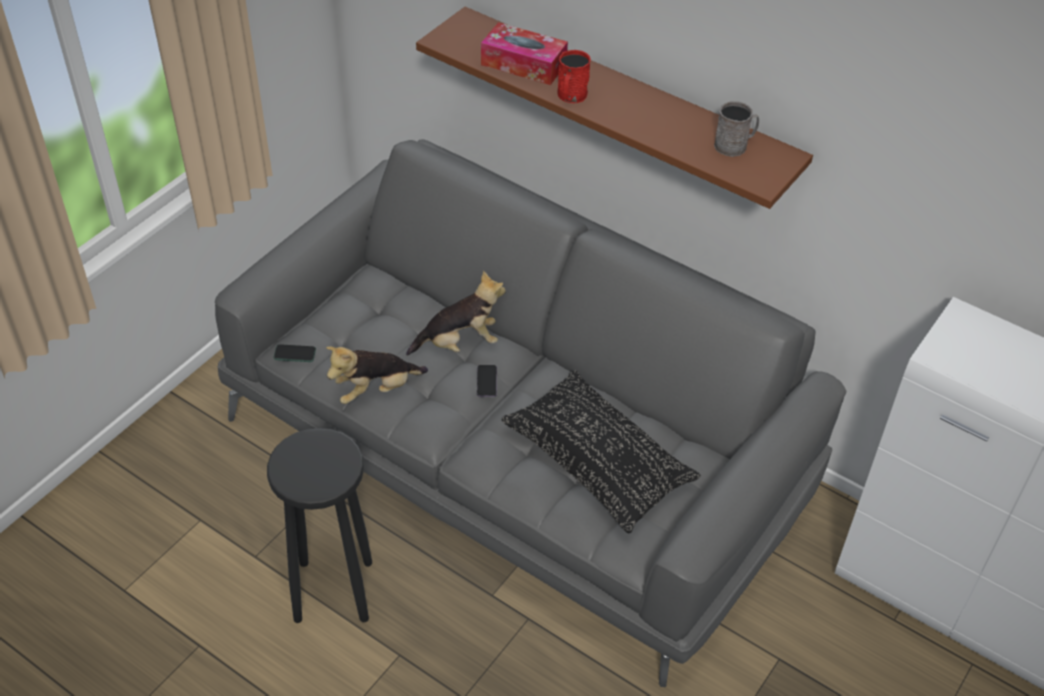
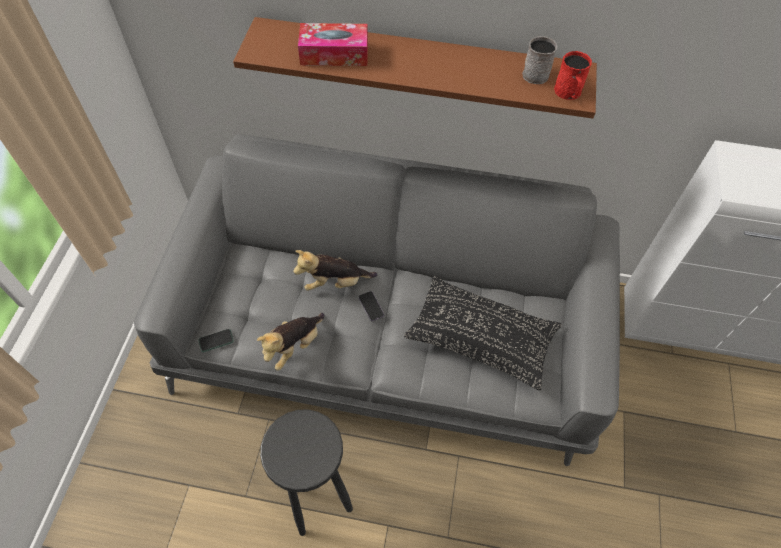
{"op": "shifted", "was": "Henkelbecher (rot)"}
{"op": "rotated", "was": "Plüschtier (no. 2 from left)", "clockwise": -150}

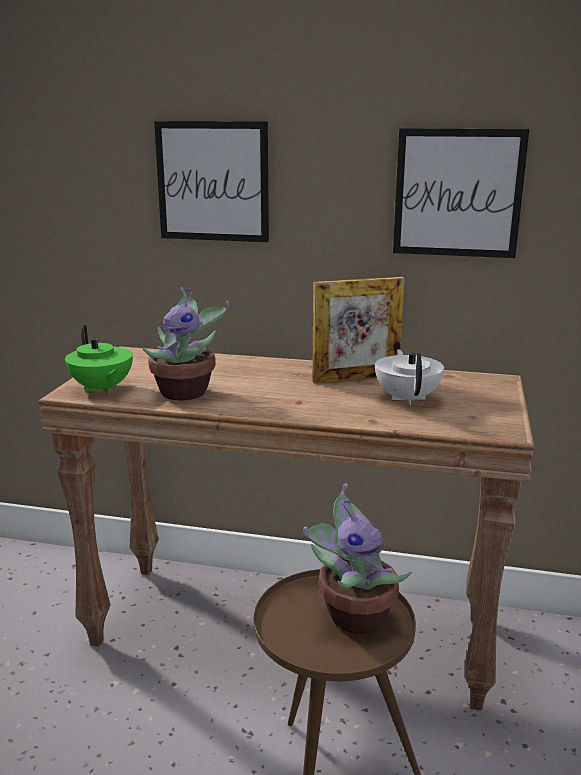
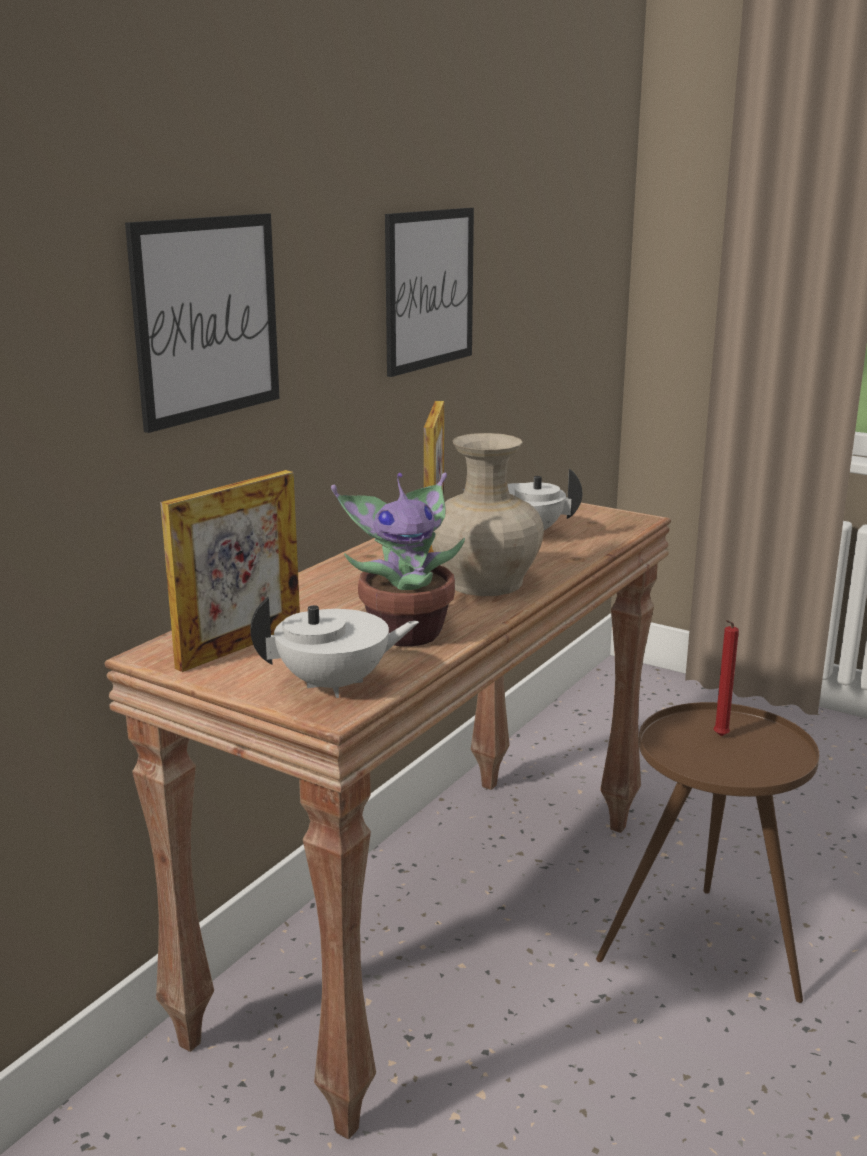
{"op": "new", "now": "Bilderrahmen (no. 1 from left)"}
{"op": "new", "now": "Vase (beige)"}
{"op": "swapped", "was": "Topfpflanze (no. 2 from left)", "now": "Kerze (rot)"}
{"op": "repainted", "was": "Teekanne (grün)", "now": "Teekanne (weiß) (no. 1 from left)"}

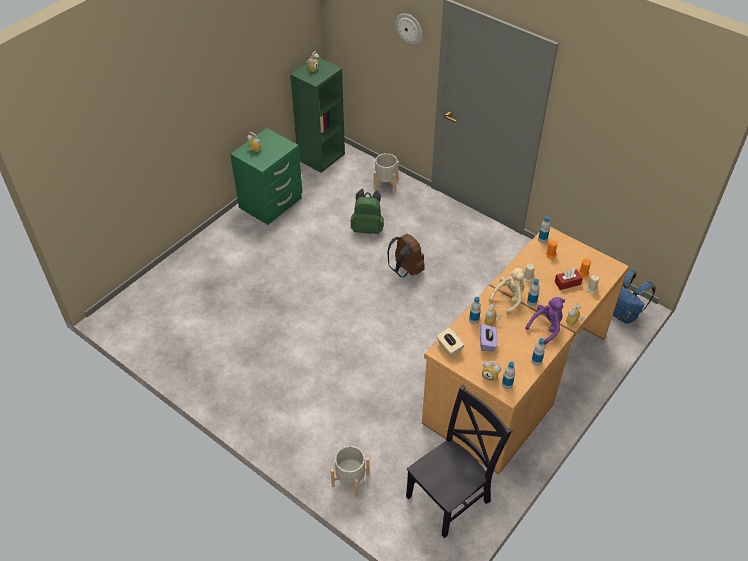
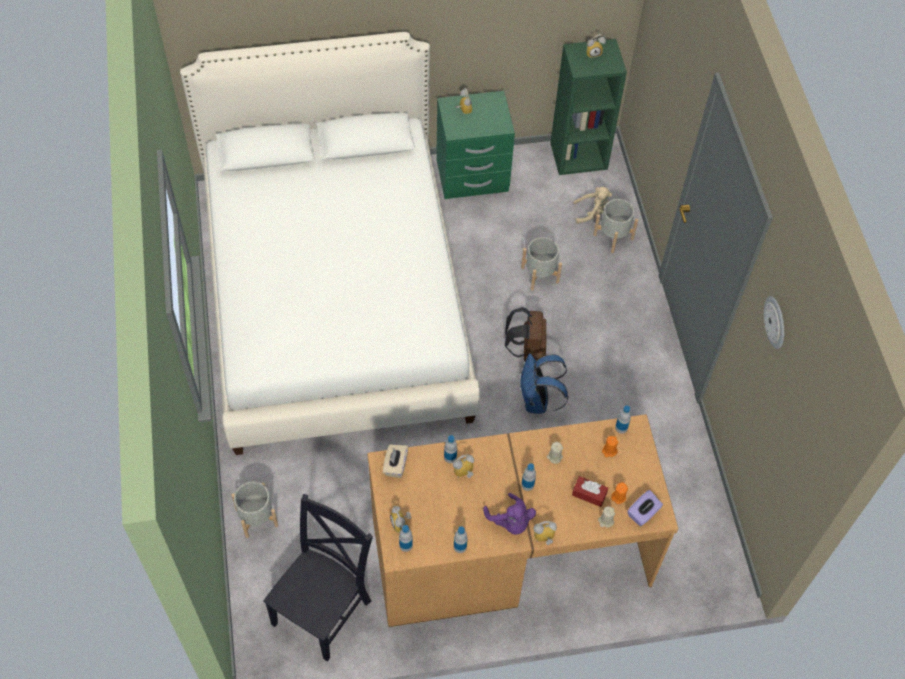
{"op": "new", "now": "Bett (weiß)"}
{"op": "shifted", "was": "Wanduhr"}
{"op": "shifted", "was": "Taschentuchbox (lila)"}
{"op": "shifted", "was": "Plüschtier (beige)"}
{"op": "shifted", "was": "Rucksack (blau)"}
{"op": "swapped", "was": "Rucksack (grün)", "now": "Pflanzkübel (grau) (no. 2 from left)"}
{"op": "rotated", "was": "Stuhl (schwarz)", "clockwise": -60}
{"op": "rotated", "was": "Plüschtier (lila)", "clockwise": 60}

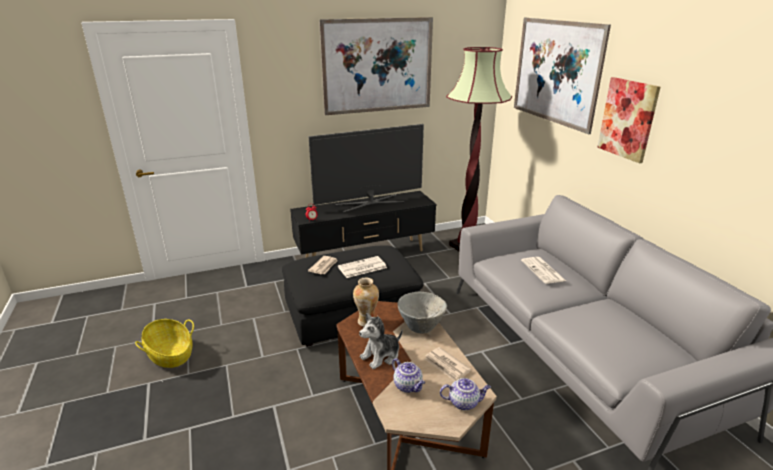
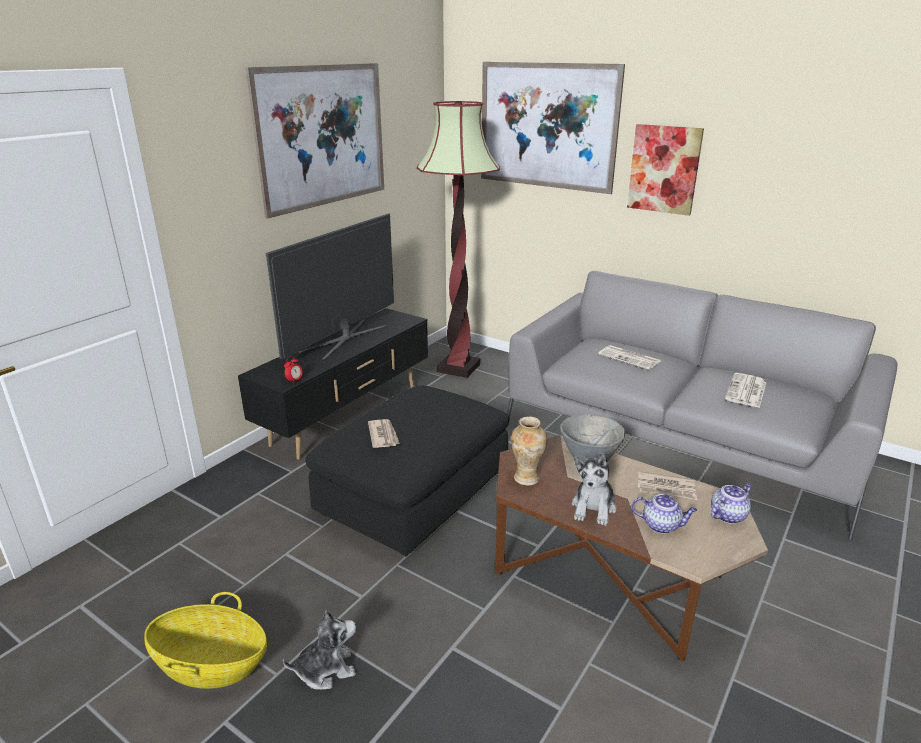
{"op": "new", "now": "Plüschtier (no. 1 from left)"}
{"op": "shifted", "was": "Zeitung (no. 2 from left in the first image)", "now": "Zeitung (no. 4 from left)"}

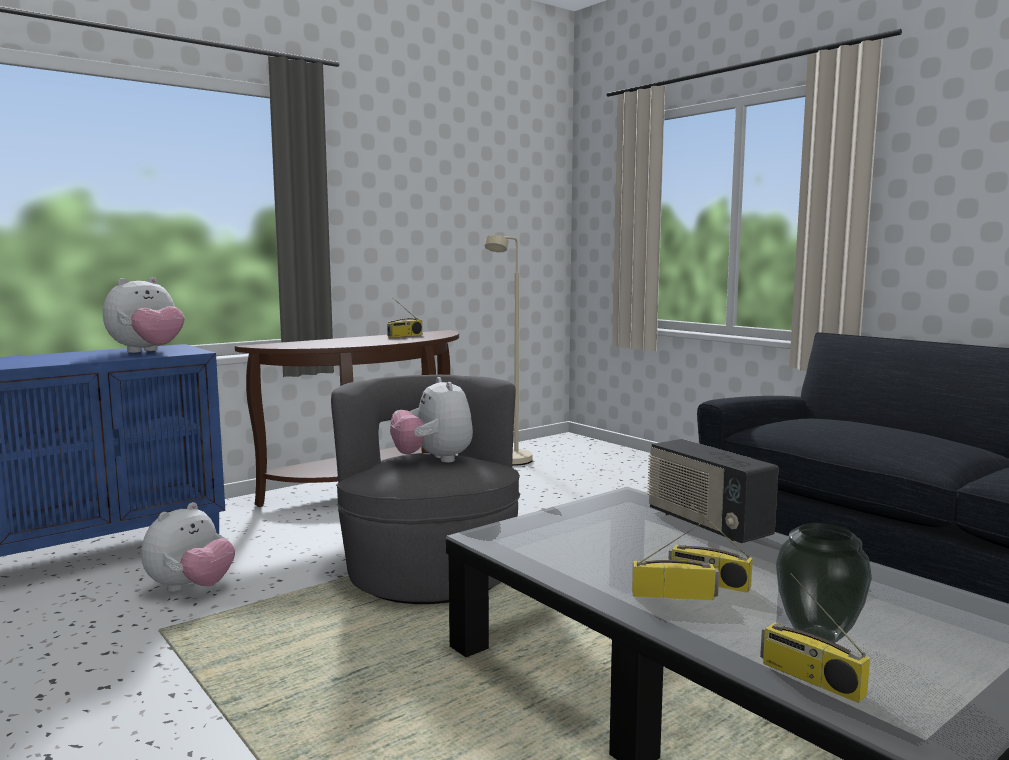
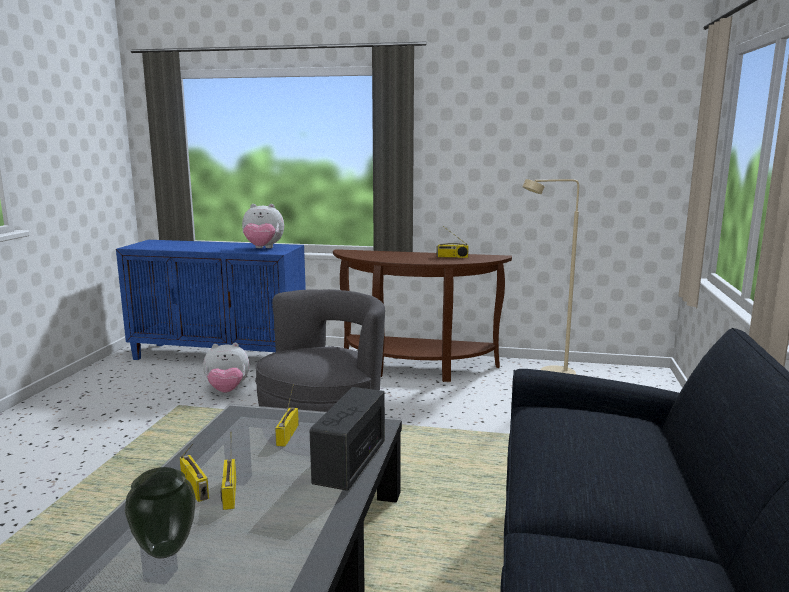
{"op": "gone", "was": "Plüschtier (no. 3 from left)"}
{"op": "shifted", "was": "Radio (no. 5 from left in the first image)", "now": "Radio (no. 3 from left)"}

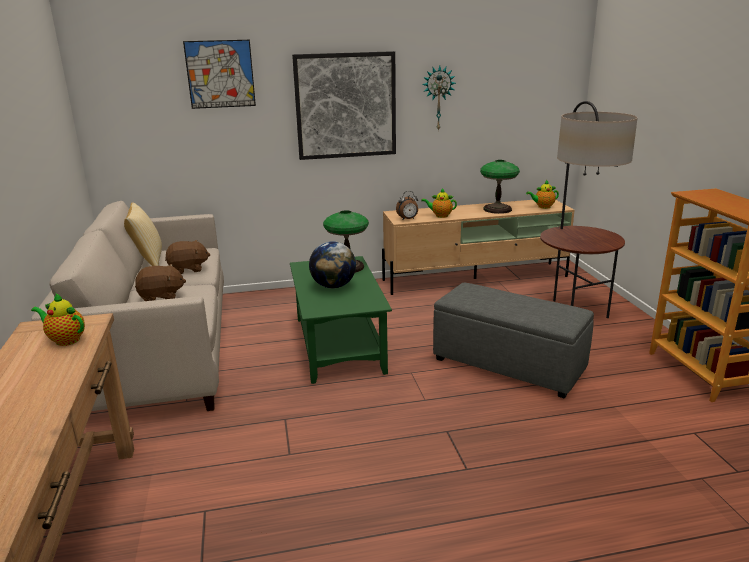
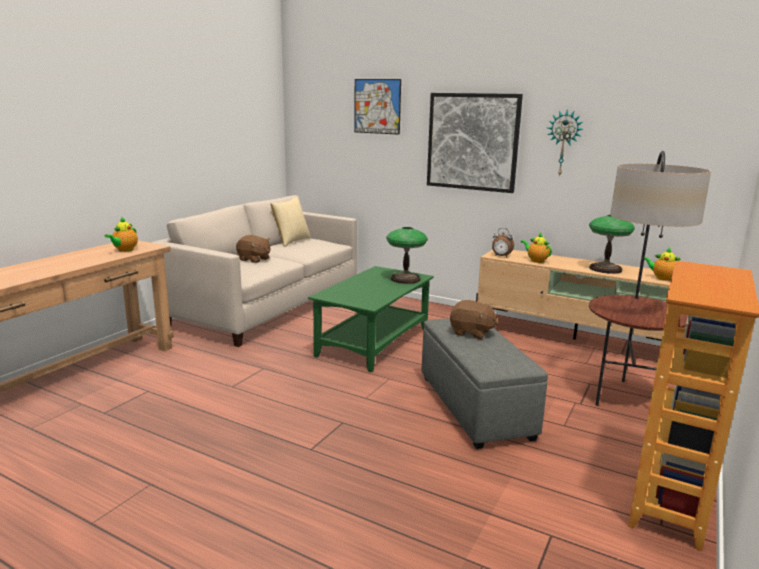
{"op": "gone", "was": "Globus"}
{"op": "shifted", "was": "Plüschtier (braun) (no. 2 from left)"}
{"op": "rotated", "was": "Teekanne (no. 1 from left)", "clockwise": -135}

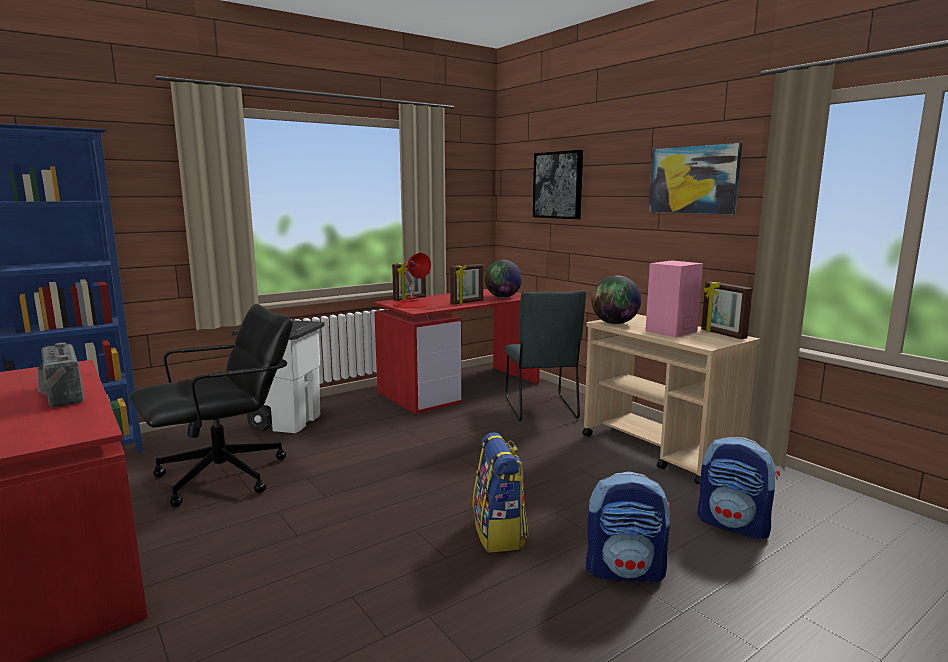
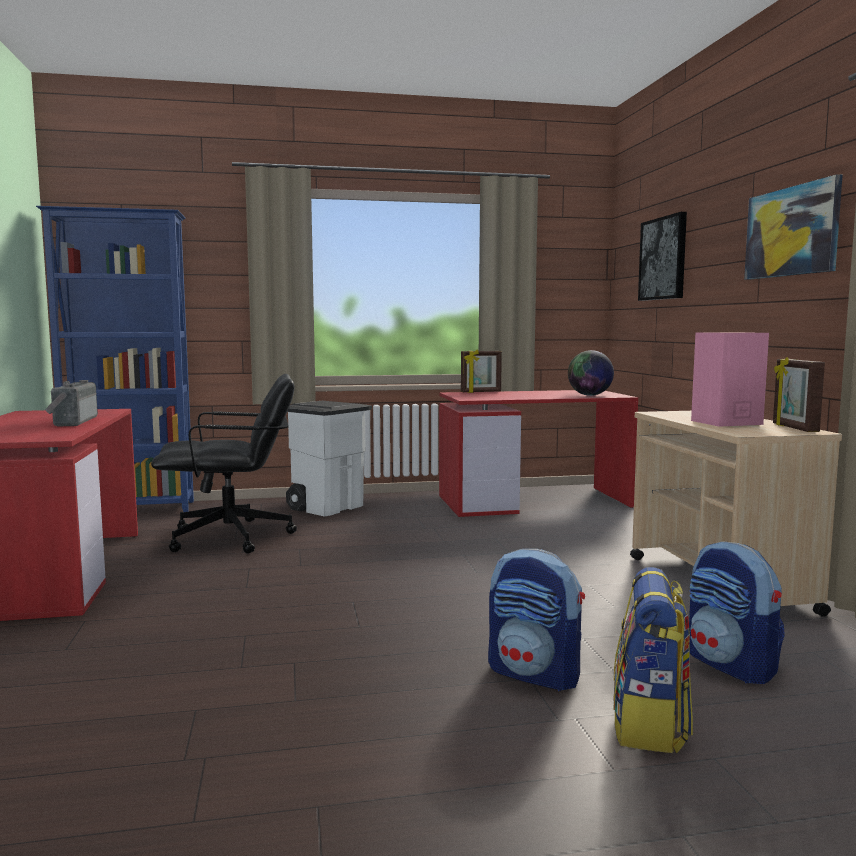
{"op": "gone", "was": "Tischlampe (rot)"}
{"op": "gone", "was": "Bilderrahmen (no. 2 from left)"}
{"op": "gone", "was": "Stuhl (grau)"}
{"op": "gone", "was": "Globus (no. 2 from left)"}
{"op": "shifted", "was": "Rucksack (no. 1 from left in the first image)", "now": "Rucksack (no. 2 from left)"}

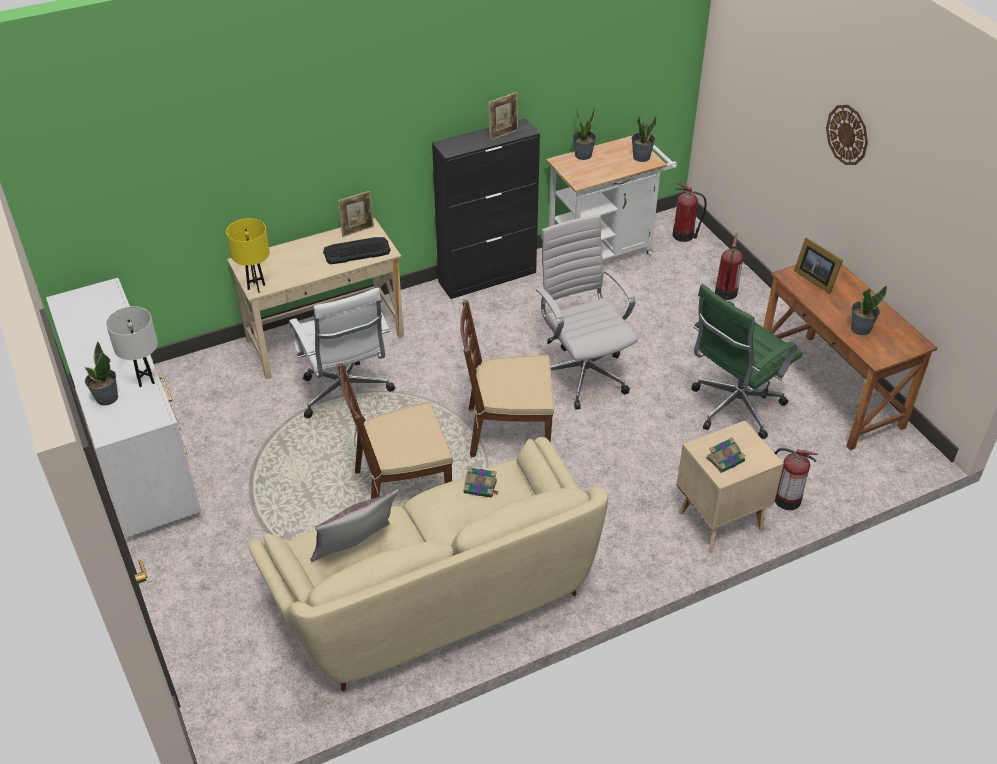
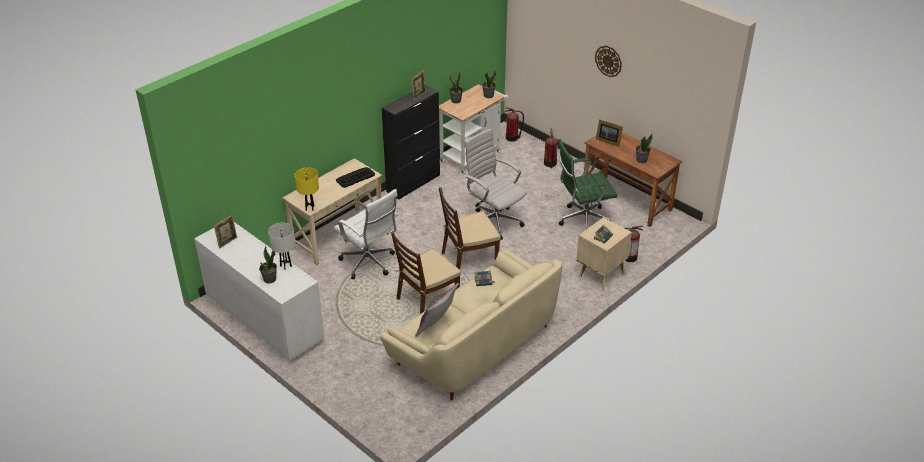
{"op": "shifted", "was": "Bilderrahmen (no. 1 from left)"}
{"op": "rotated", "was": "Bürostuhl (grün)", "clockwise": 45}

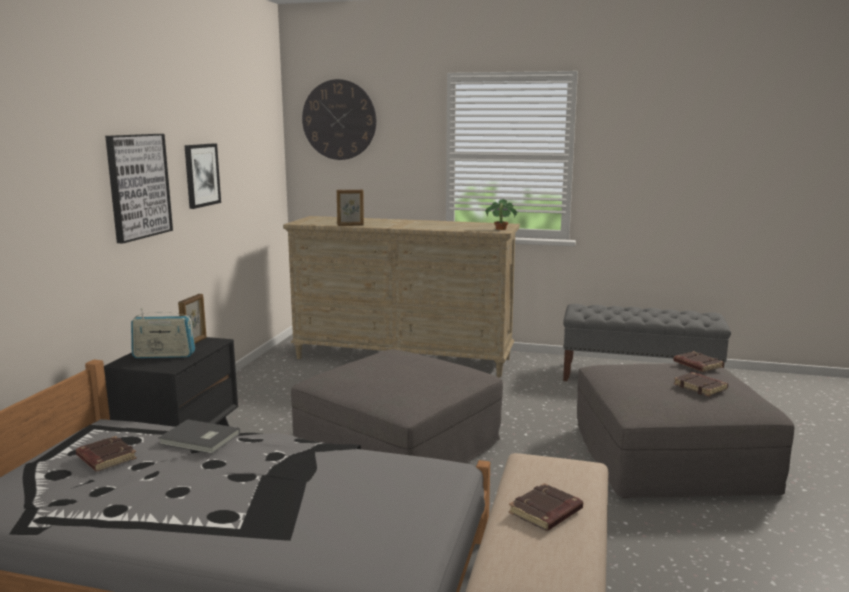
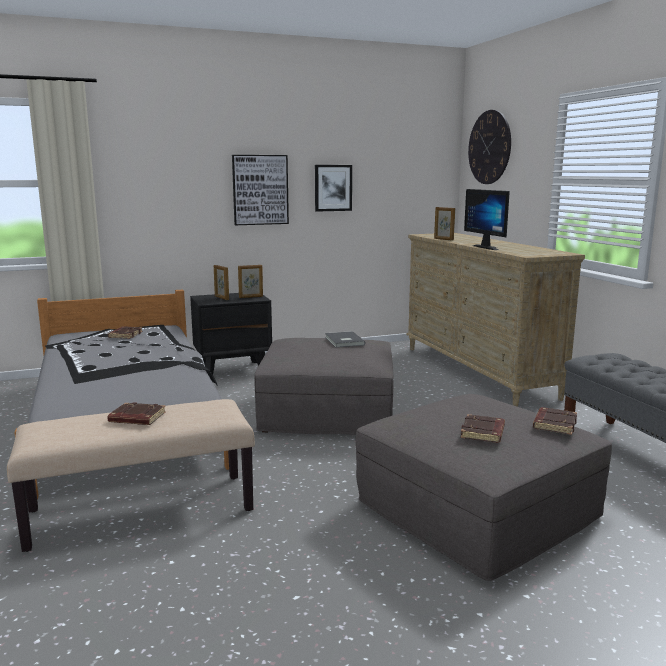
{"op": "gone", "was": "Topfpflanze"}
{"op": "new", "now": "Monitor"}
{"op": "shifted", "was": "Buch (grau)"}
{"op": "swapped", "was": "Radio", "now": "Bilderrahmen (no. 1 from left)"}

